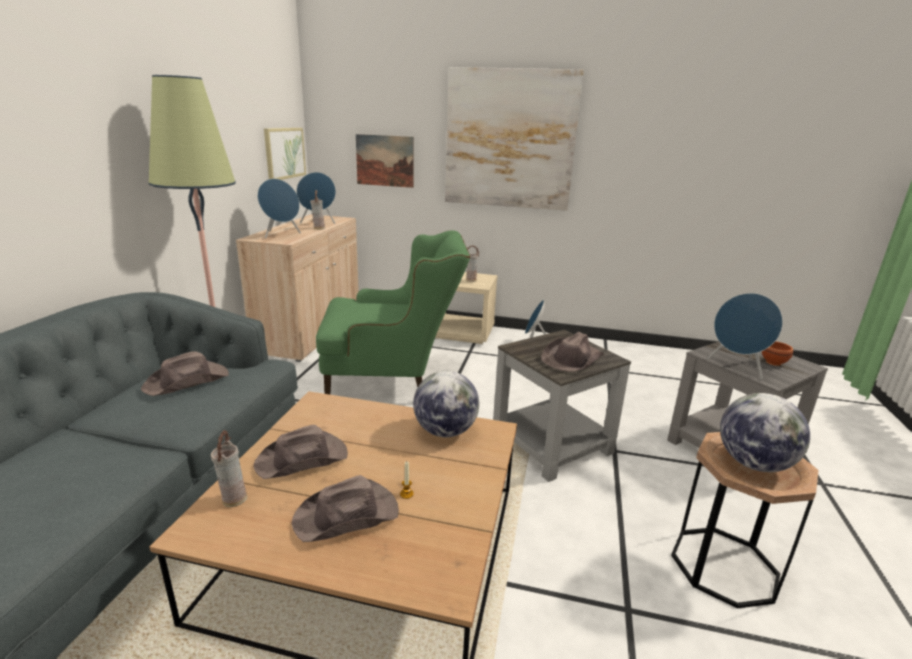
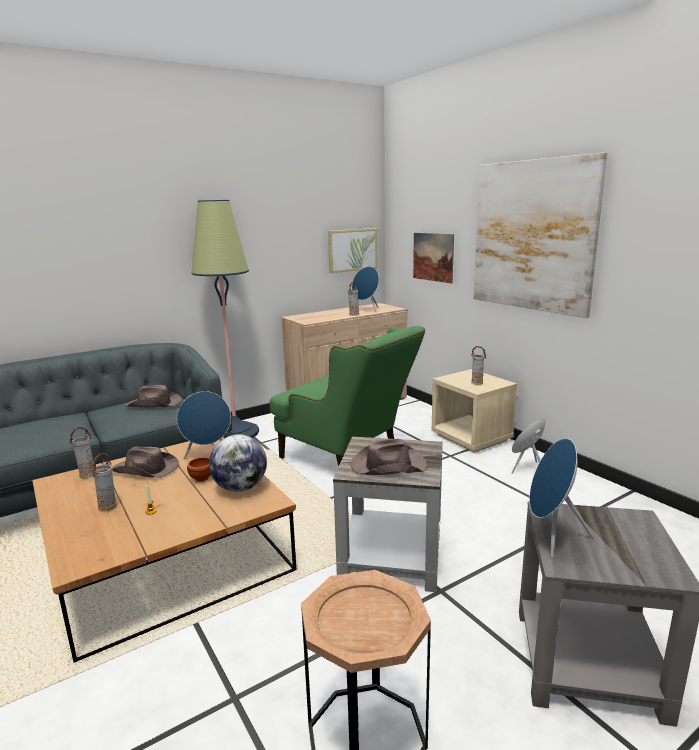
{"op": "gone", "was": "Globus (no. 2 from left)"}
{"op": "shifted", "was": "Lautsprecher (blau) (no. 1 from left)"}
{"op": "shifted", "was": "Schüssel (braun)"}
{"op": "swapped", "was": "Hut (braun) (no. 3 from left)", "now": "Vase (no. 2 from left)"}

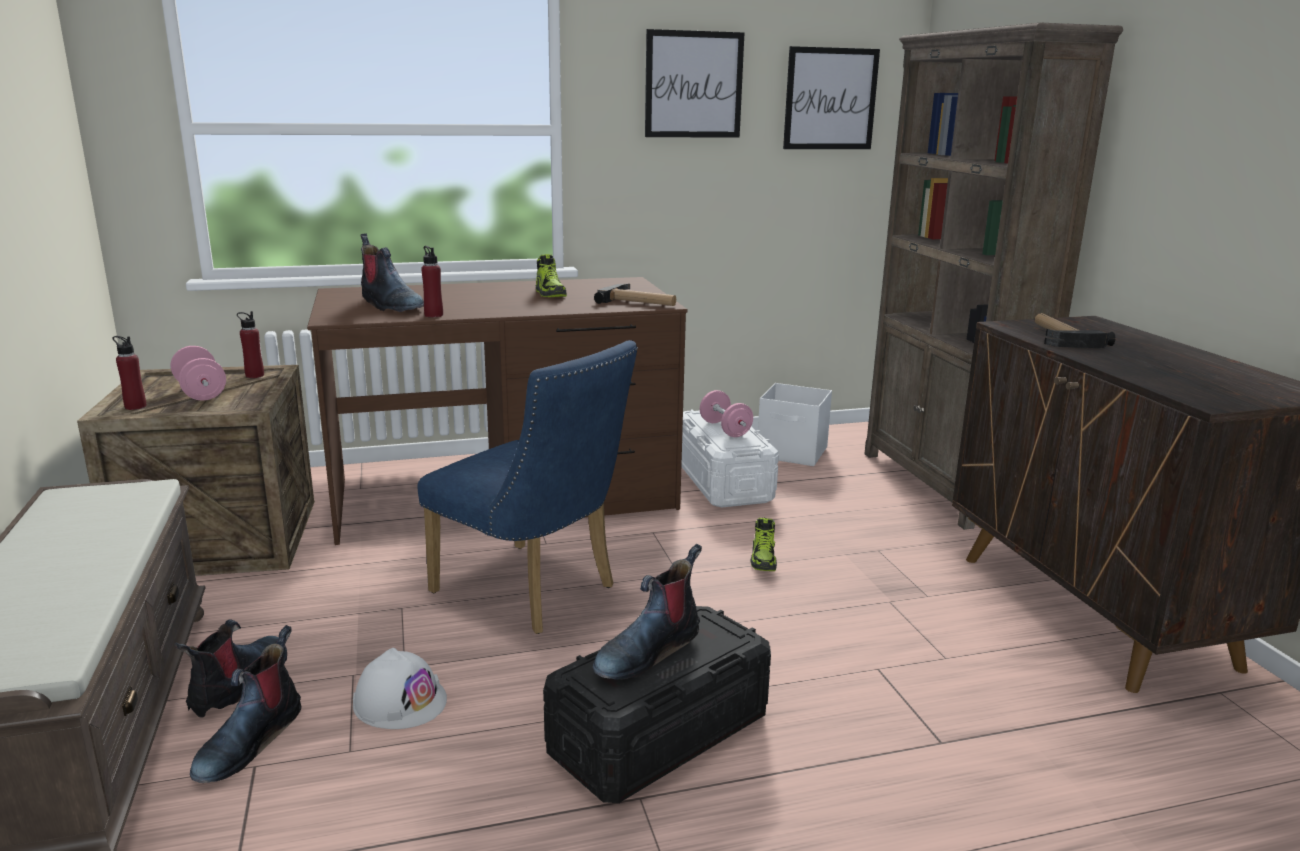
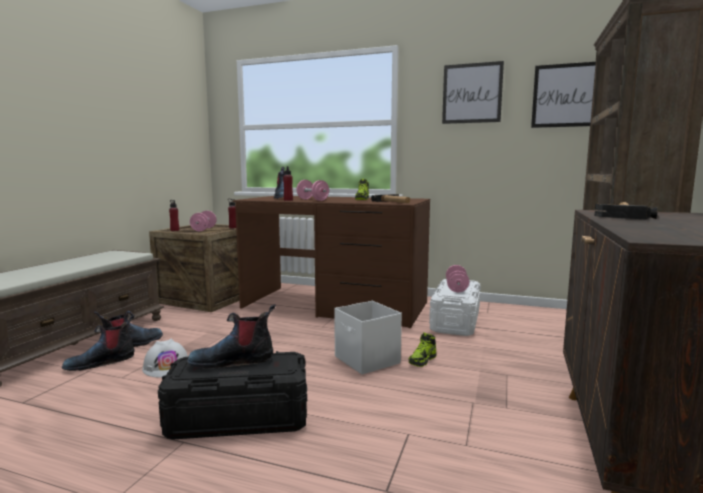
{"op": "gone", "was": "Stuhl (blau)"}
{"op": "new", "now": "Hantel (rosa) (no. 2 from left)"}
{"op": "shifted", "was": "Aufbewahrungsbox (weiß) (no. 2 from left in the first image)", "now": "Aufbewahrungsbox (weiß) (no. 1 from left)"}

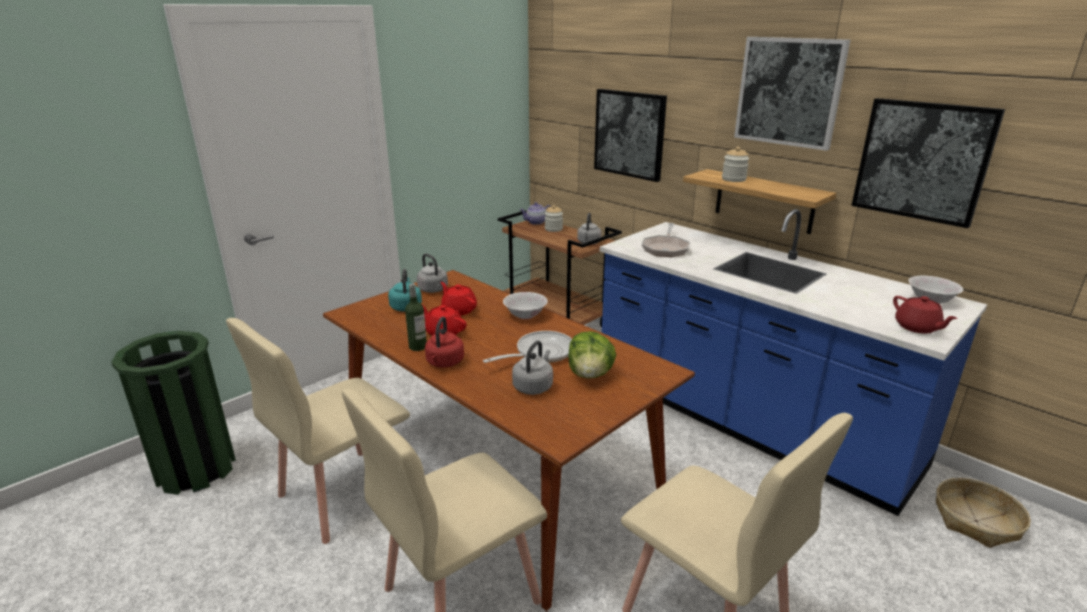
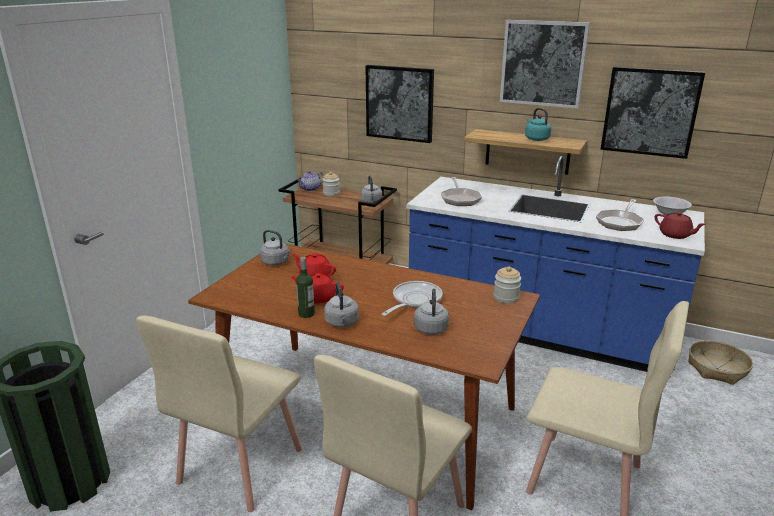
{"op": "gone", "was": "Schüssel (weiß) (no. 1 from left)"}
{"op": "gone", "was": "Salatkopf"}
{"op": "new", "now": "Pfanne (no. 3 from left)"}
{"op": "shifted", "was": "Wasserkessel (türkis)"}
{"op": "shifted", "was": "Vorratsglas (no. 2 from left)"}
{"op": "repainted", "was": "Wasserkessel (rot)", "now": "Wasserkessel (grau) (no. 2 from left)"}

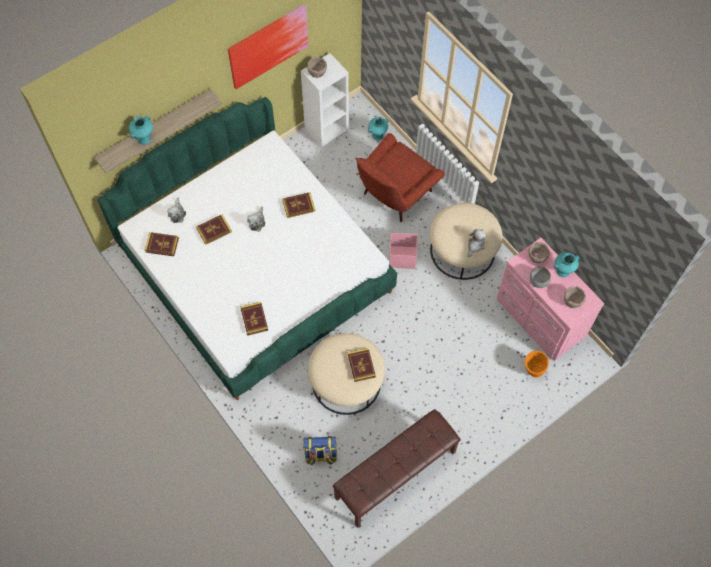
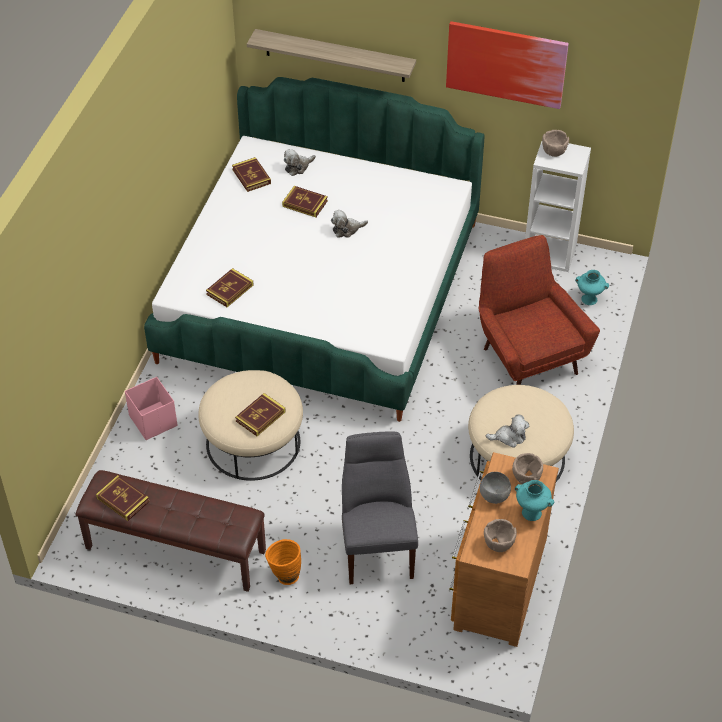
{"op": "gone", "was": "Vase (türkis) (no. 1 from left)"}
{"op": "gone", "was": "Rucksack"}
{"op": "new", "now": "Stuhl (grau)"}
{"op": "shifted", "was": "Buch (no. 4 from left in the first image)", "now": "Buch (no. 1 from left)"}
{"op": "shifted", "was": "Aufbewahrungsbox (rosa)"}
{"op": "shifted", "was": "Vase (orange)"}
{"op": "repainted", "was": "Kommode (rosa)", "now": "Kommode (braun)"}
{"op": "rotated", "was": "Sessel (rot)", "clockwise": 60}

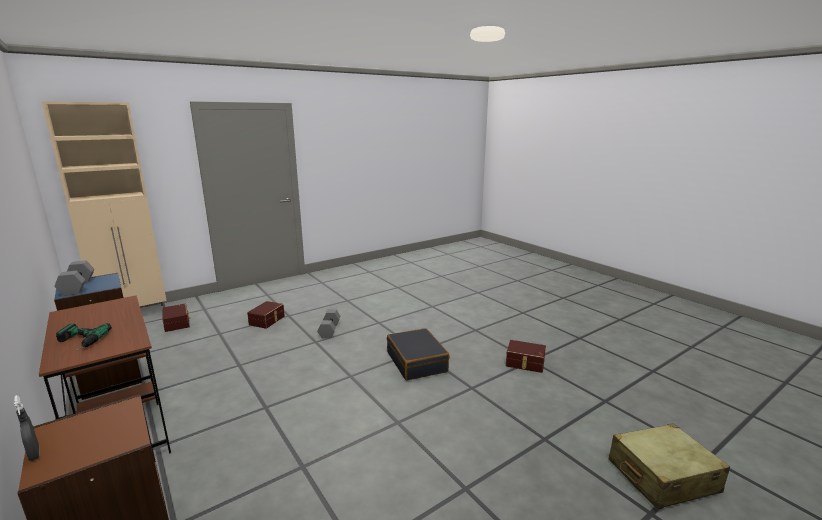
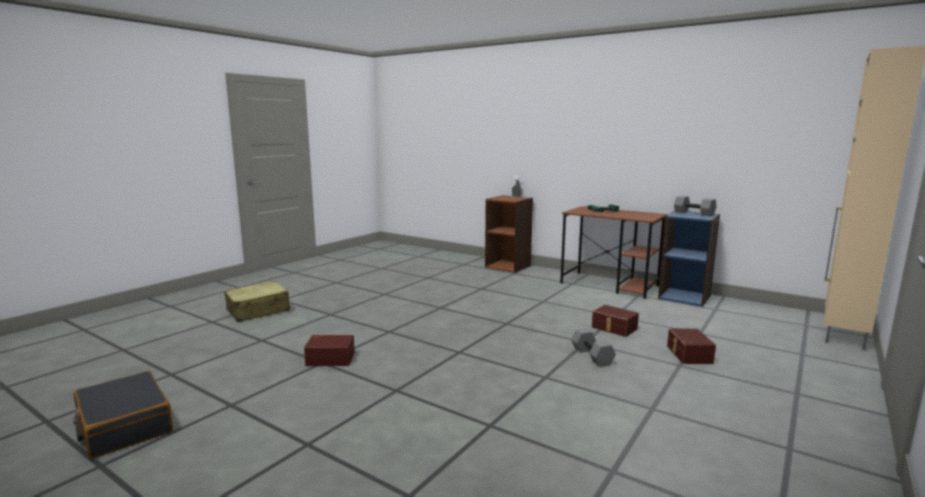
{"op": "shifted", "was": "Aufbewahrungsbox (braun) (no. 1 from left in the first image)", "now": "Aufbewahrungsbox (braun) (no. 2 from left)"}
{"op": "shifted", "was": "Koffer (schwarz)"}

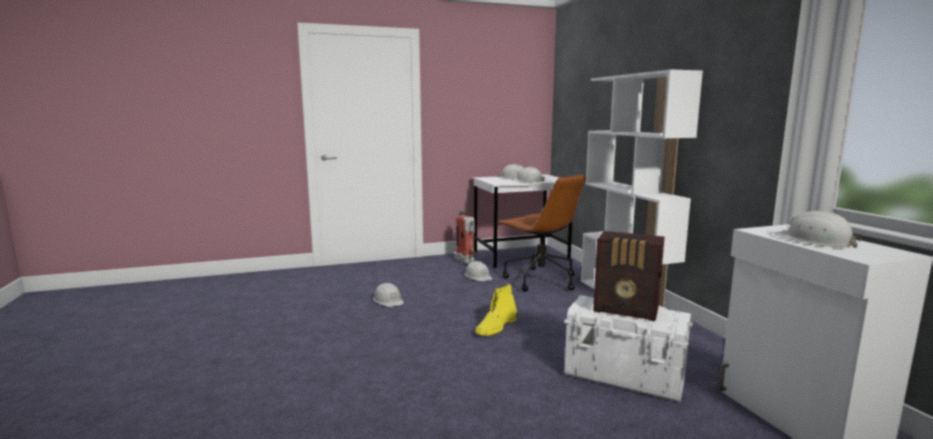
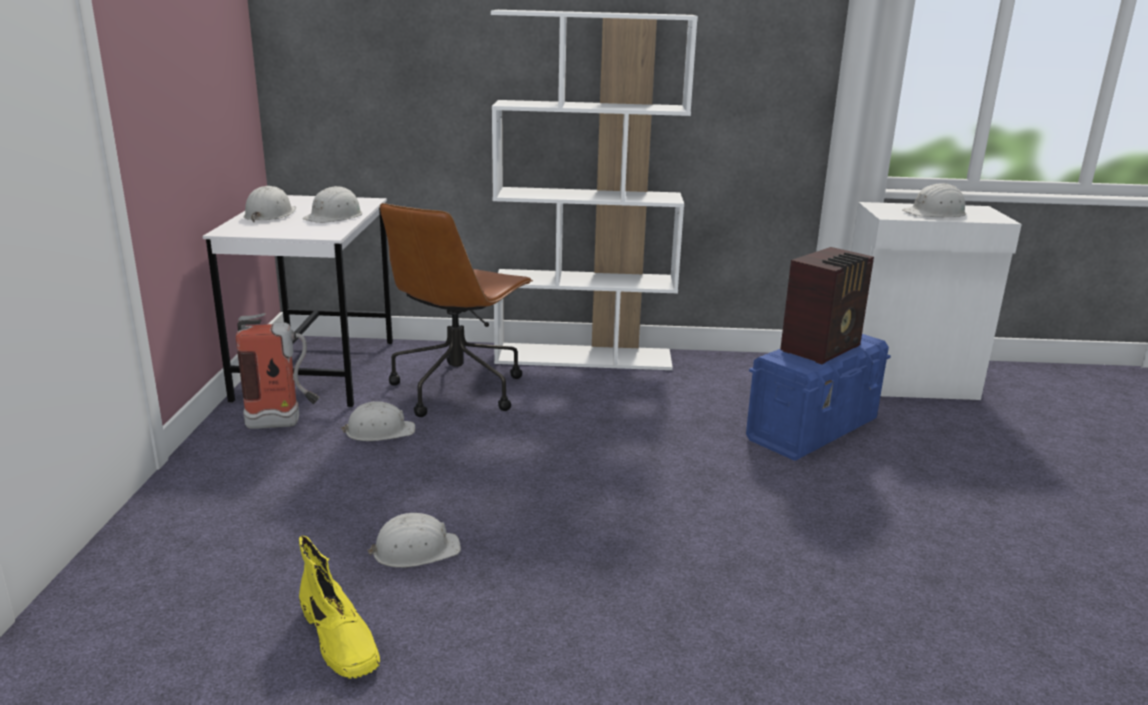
{"op": "shifted", "was": "Stiefel (gelb)"}
{"op": "repainted", "was": "Aufbewahrungsbox (weiß)", "now": "Aufbewahrungsbox (blau)"}
{"op": "rotated", "was": "Bürostuhl (braun)", "clockwise": 135}

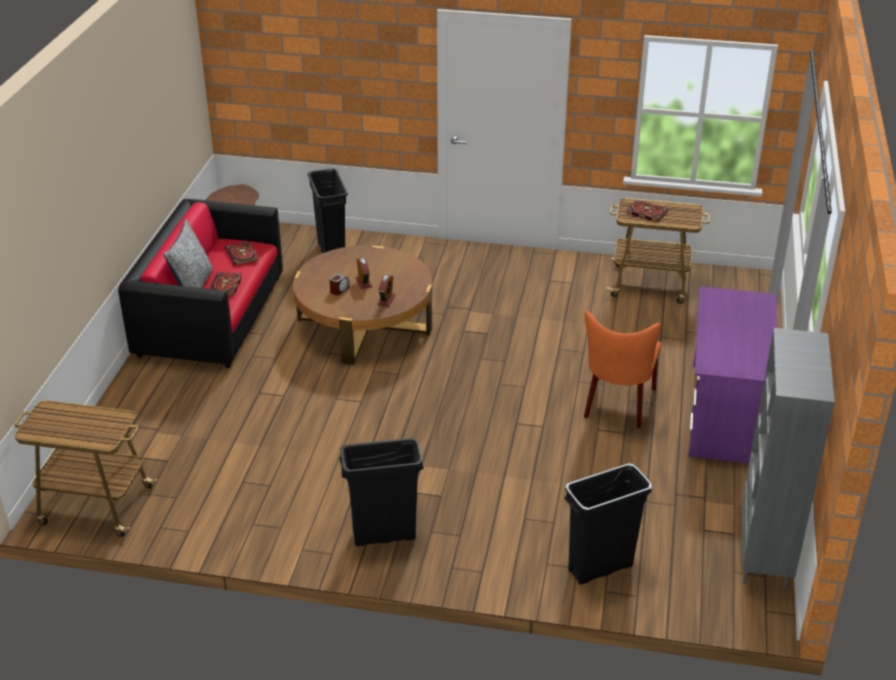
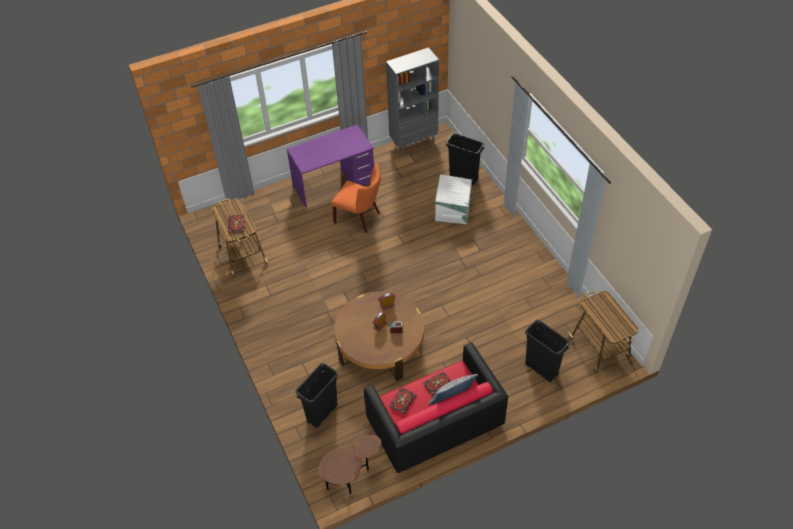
{"op": "new", "now": "Aufbewahrungsbox (weiß)"}
{"op": "shifted", "was": "Mülleimer (schwarz) (no. 2 from left in the first image)", "now": "Mülleimer (schwarz) (no. 3 from left)"}
{"op": "rotated", "was": "Stuhl (orange)", "clockwise": 45}

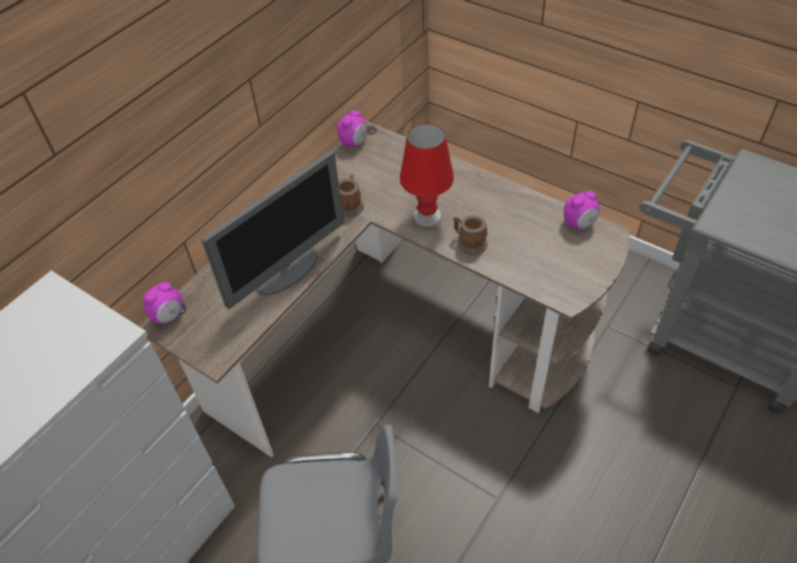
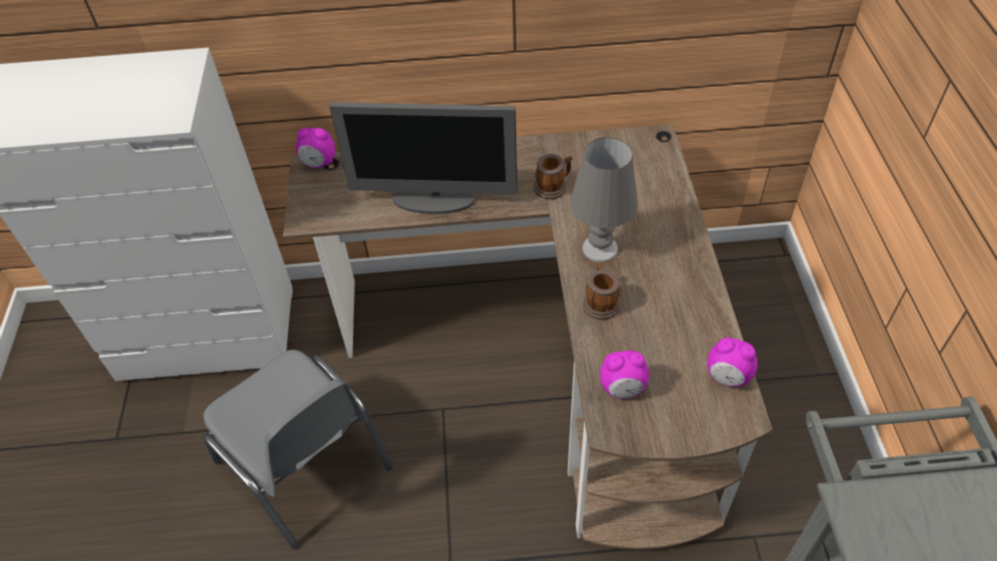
{"op": "shifted", "was": "Wecker (no. 2 from left)"}
{"op": "repainted", "was": "Tischlampe (rot)", "now": "Tischlampe (grau)"}

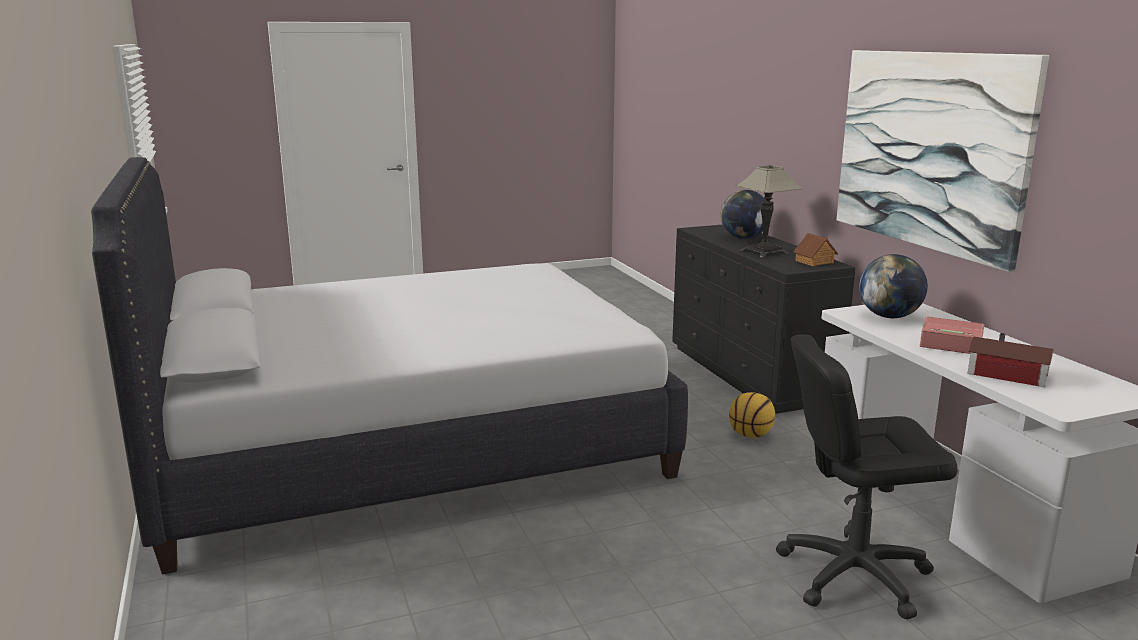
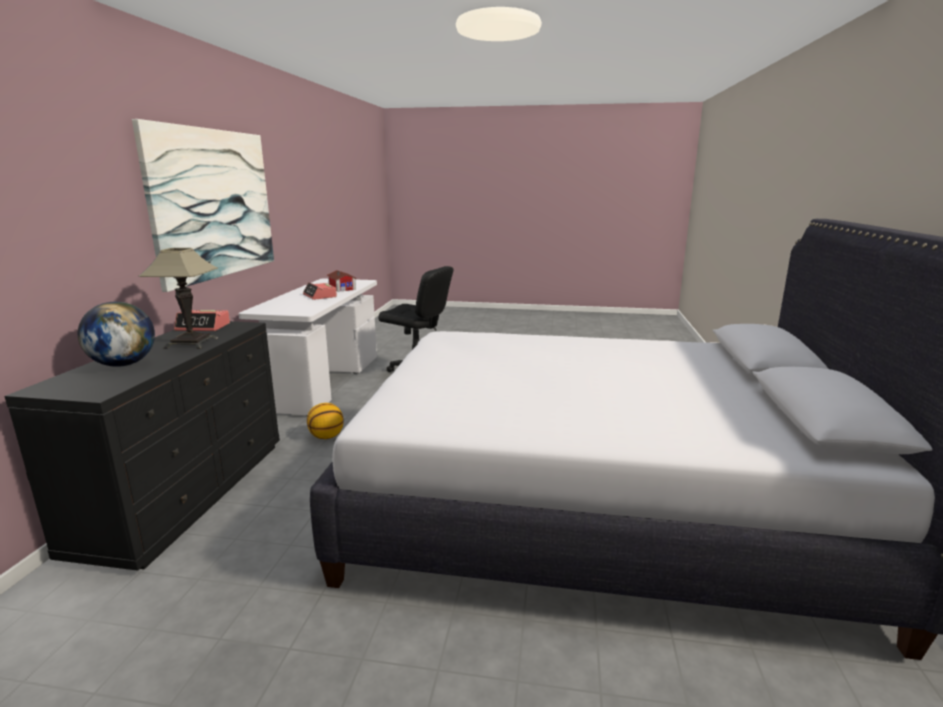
{"op": "gone", "was": "Globus (no. 2 from left)"}
{"op": "swapped", "was": "Spielzeughaus (no. 1 from left)", "now": "Wecker (no. 1 from left)"}

